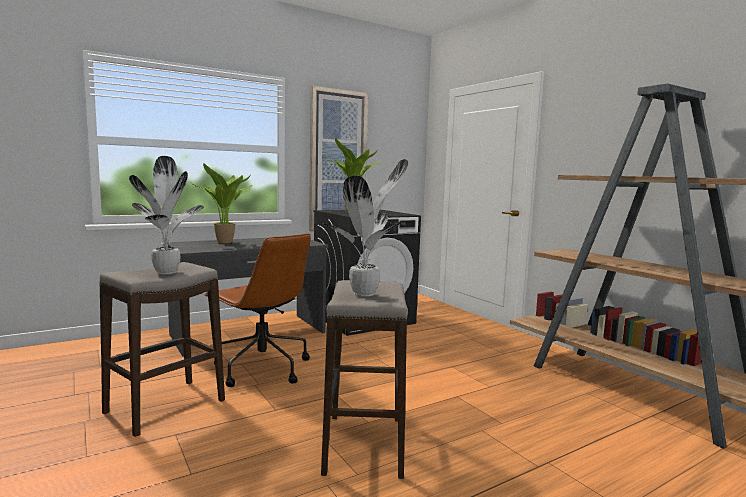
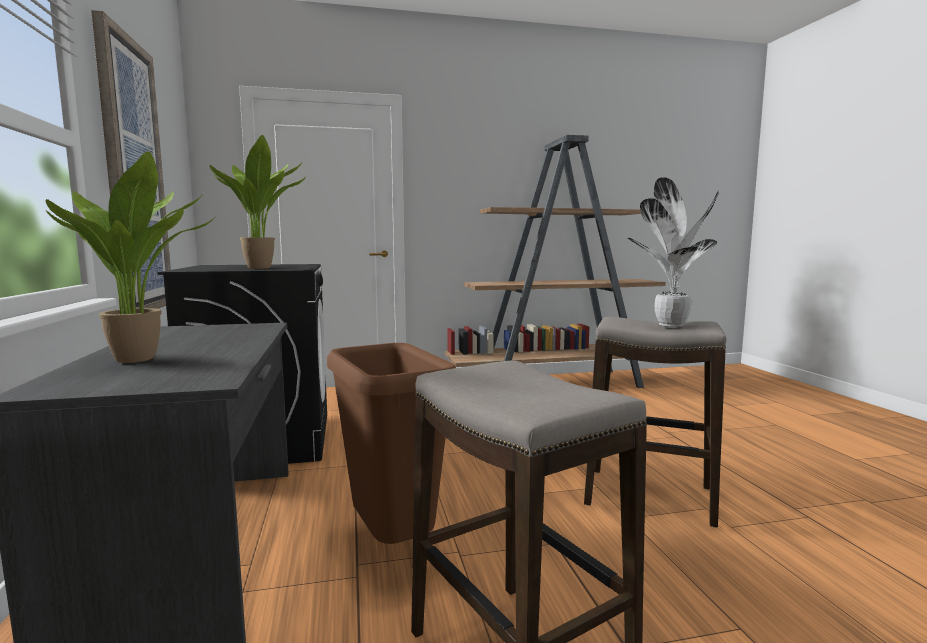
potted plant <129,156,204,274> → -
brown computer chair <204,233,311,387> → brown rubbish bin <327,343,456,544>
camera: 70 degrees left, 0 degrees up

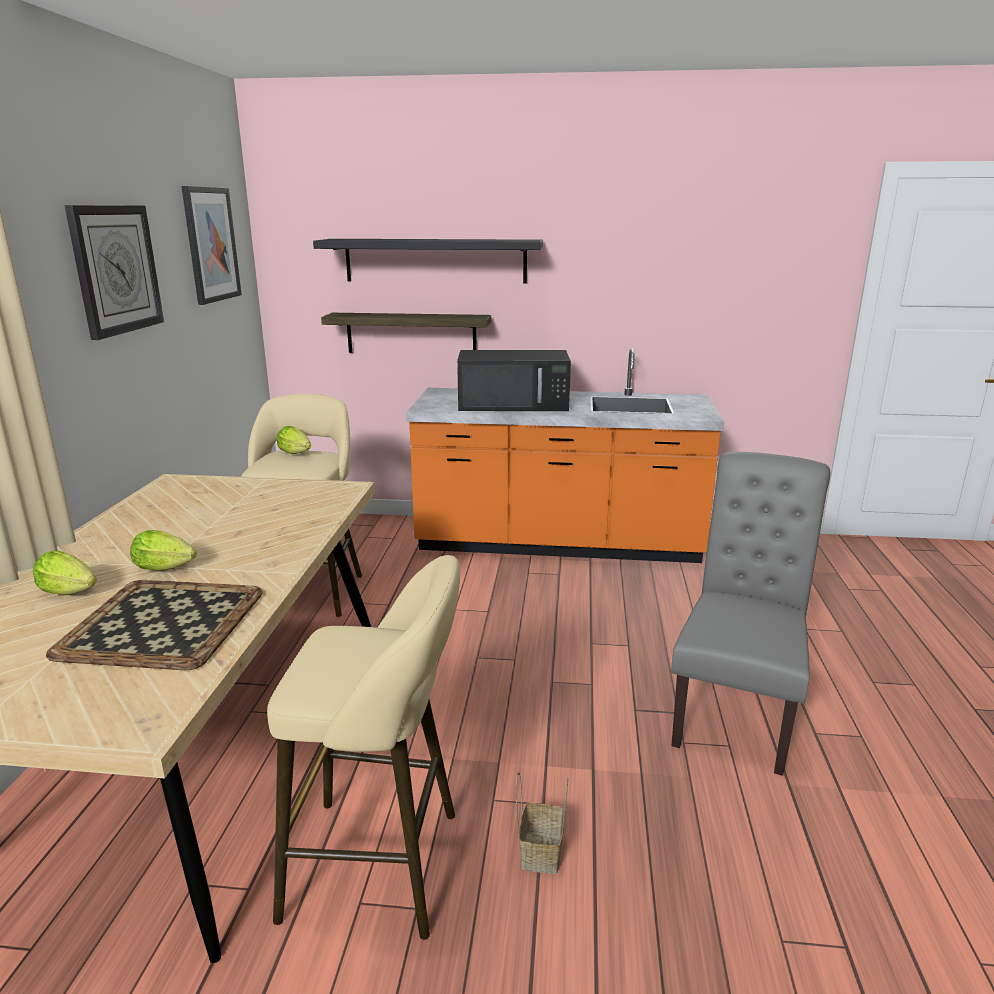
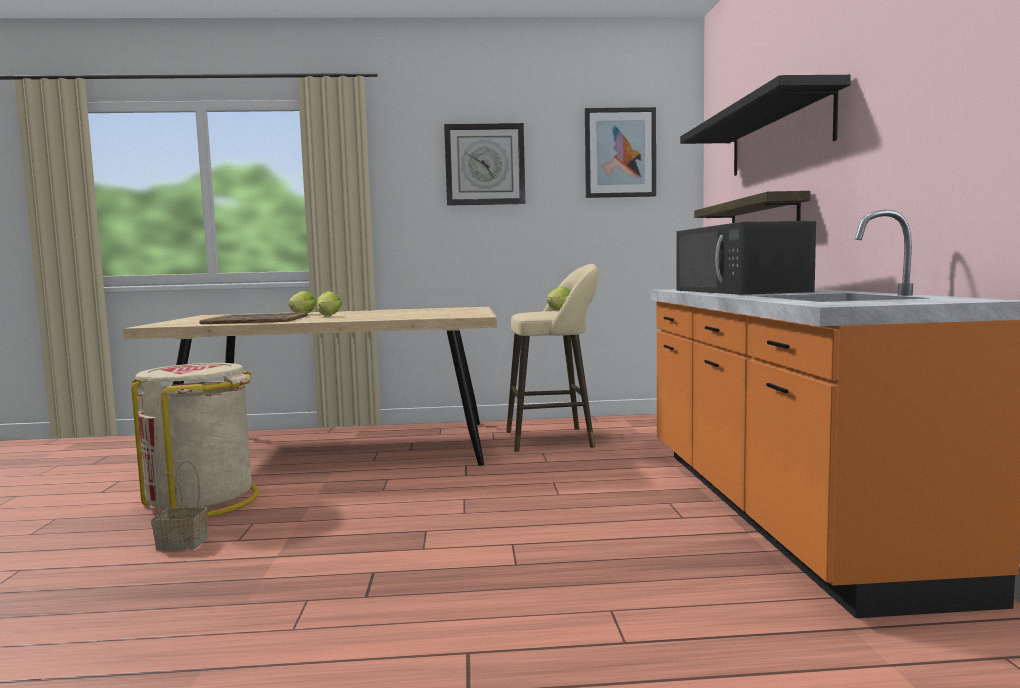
gray plain chair <671,452,830,776> → -
sand-coloured sitting stool <267,555,460,940> → sand-coloured rubbish bin <131,363,259,518>
camera: 80 degrees right, 15 degrees down

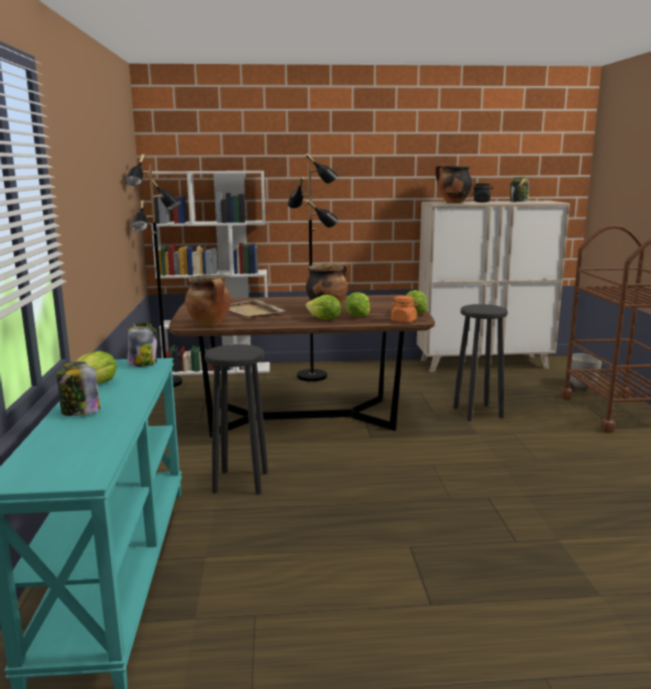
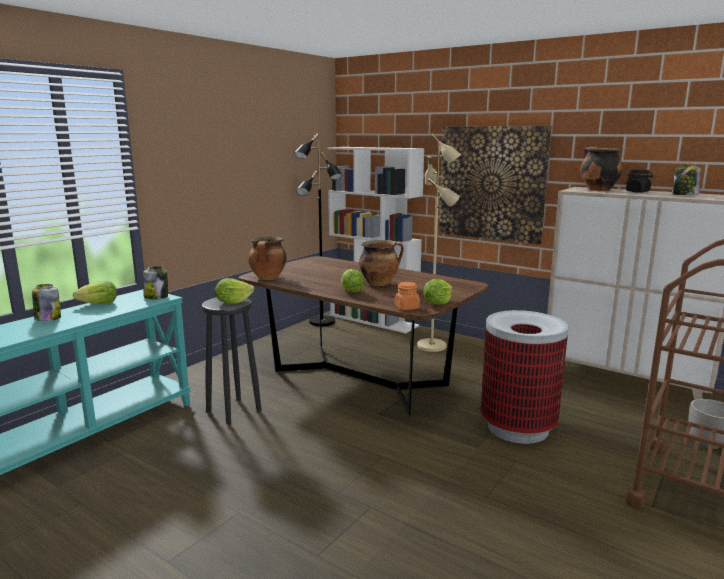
black-coloured standard lamp <287,153,339,382> → sand-coloured standard lamp <417,133,461,352>
lettuce <345,292,370,317> → lettuce <215,278,254,304>, move
sand-coloured tray <229,299,286,318> → -
black-coloured sitting stool <453,304,508,421> → rubbish bin <481,310,569,444>
- → wall art <439,126,552,245>
camera: 40 degrees right, 0 degrees up

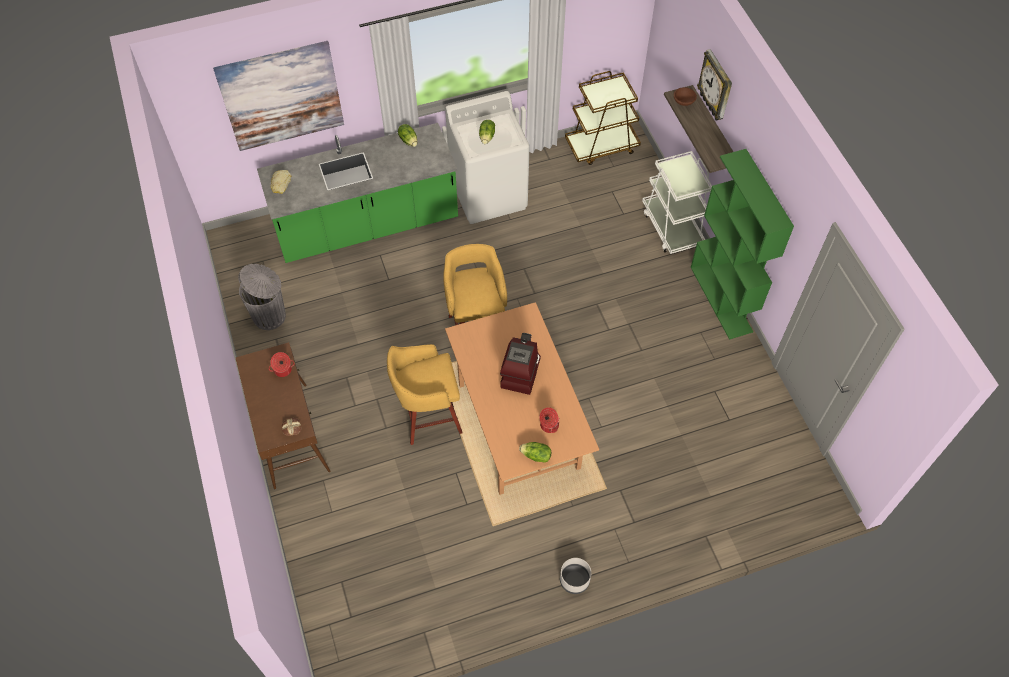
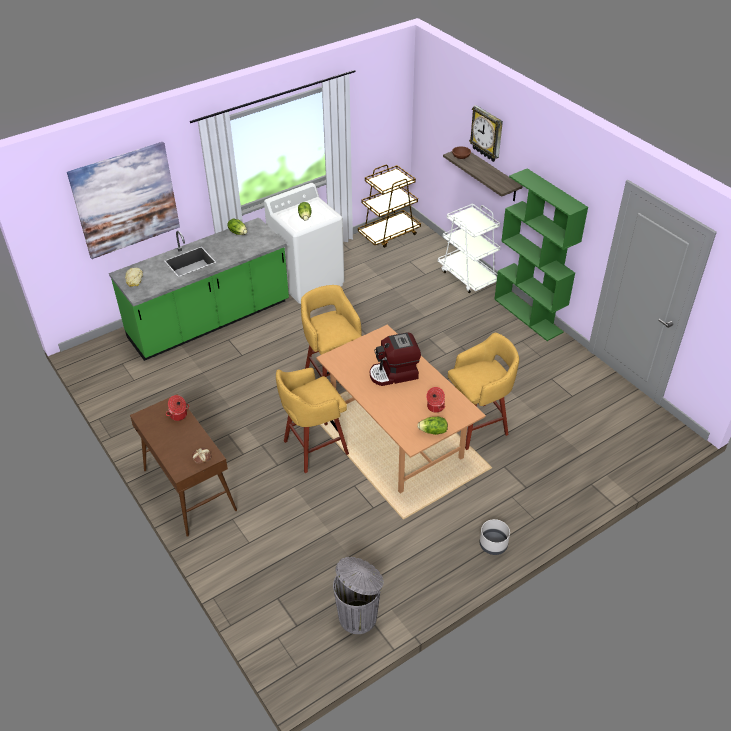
gray rubbish bin <238,264,286,330> → gray rubbish bin <333,557,384,634>, move
coffee machine <500,333,541,395> → coffee machine <370,332,421,386>, 105 degrees counterclockwise
- → yellow-coloured sitting stool <448,333,519,450>
camera: 15 degrees left, 15 degrees down

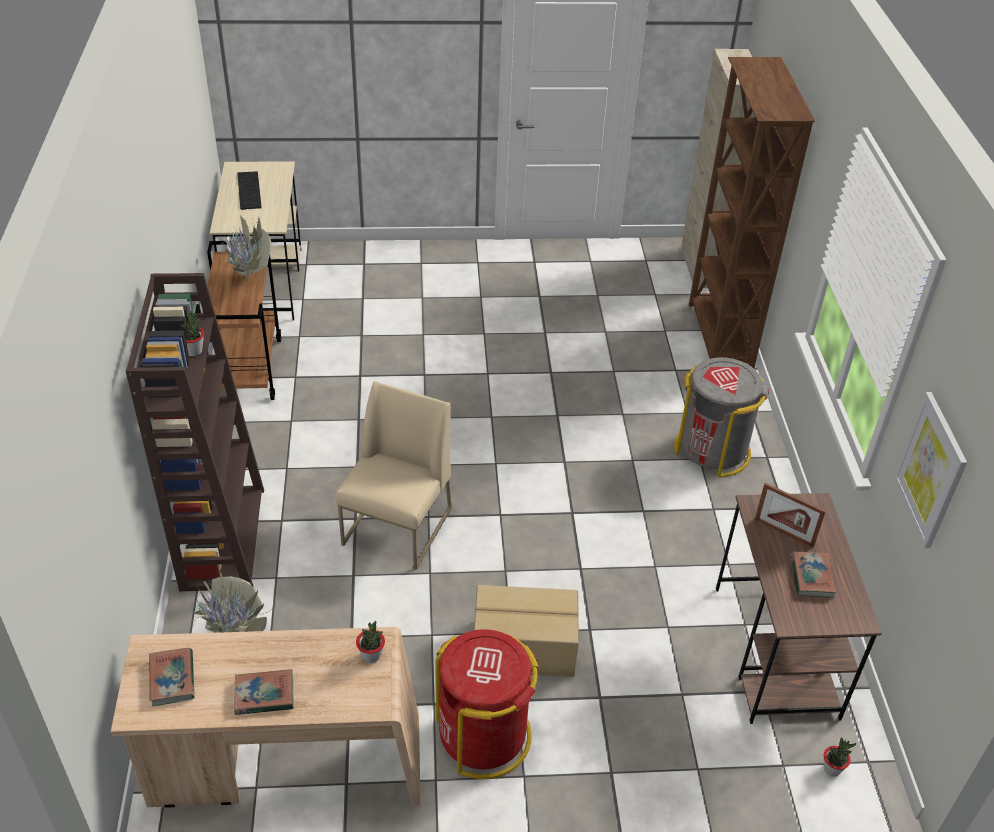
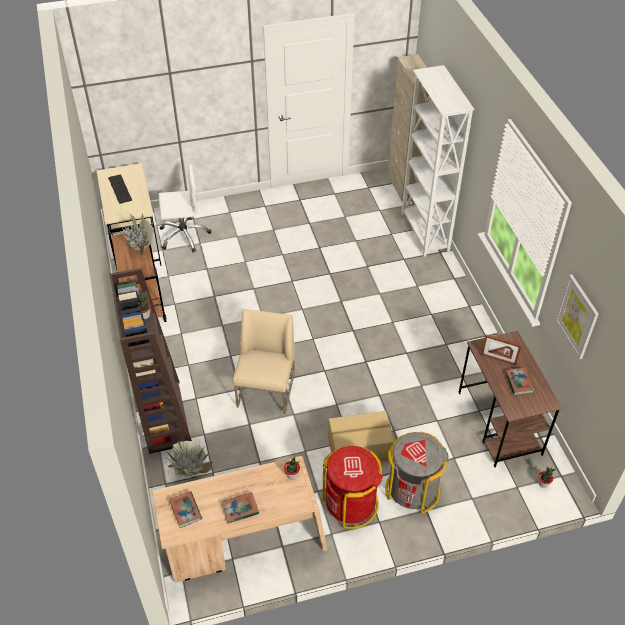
brown bookshelf <689,57,815,368> → whitish bookshelf <401,65,475,257>
gray rubbish bin <674,357,769,477> → gray rubbish bin <385,432,449,514>, move
- → whitish computer chair <159,164,211,253>
camera: 10 degrees left, 5 degrees up

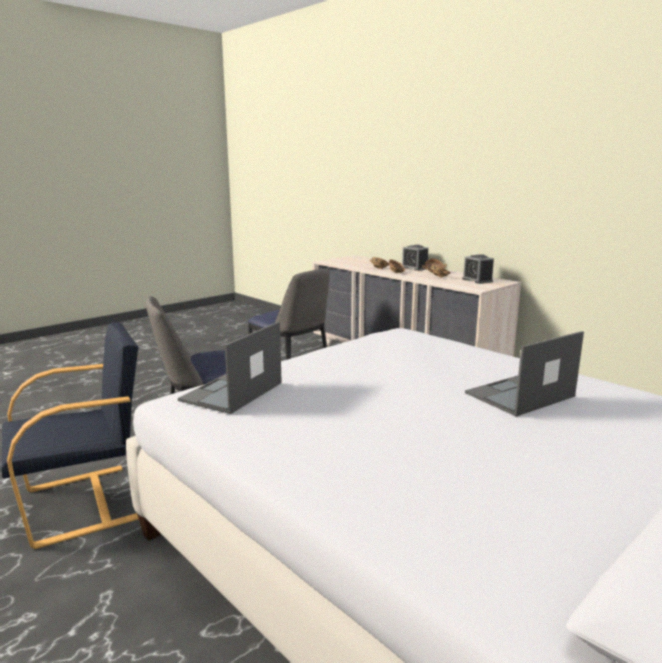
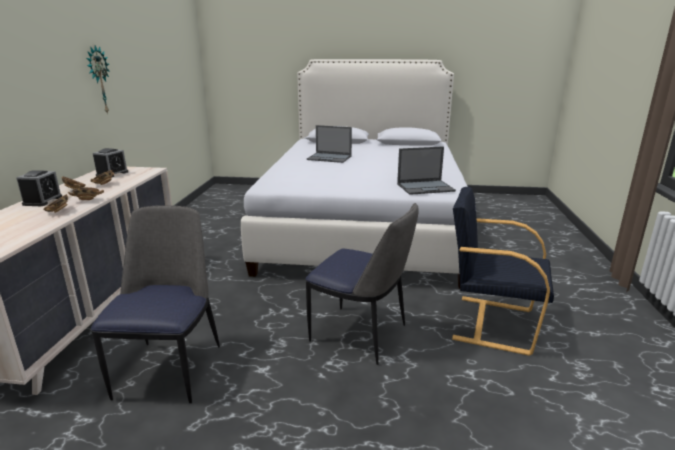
- → clock on the wall <87,45,109,114>
camera: 130 degrees left, 5 degrees up

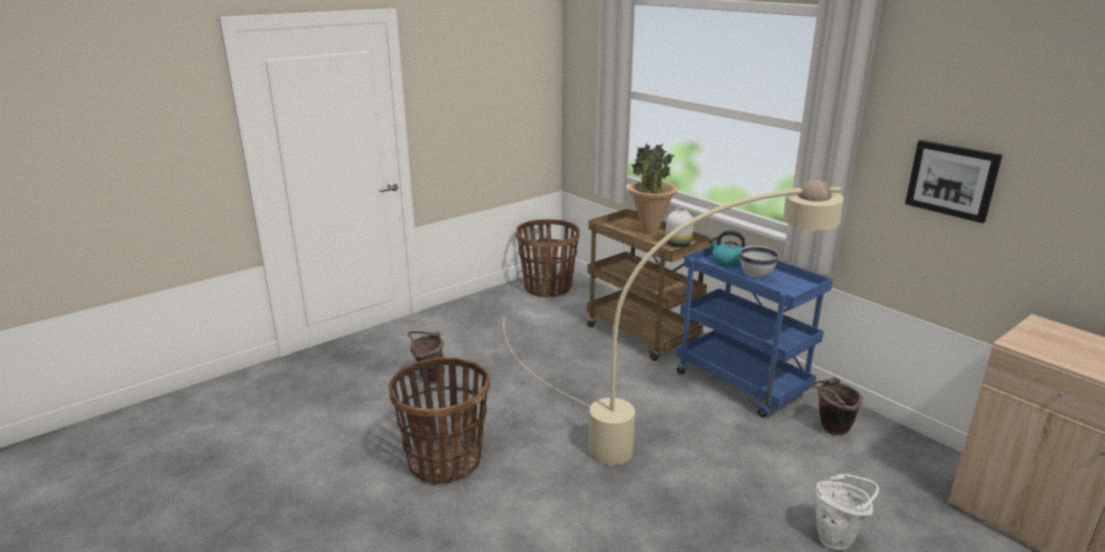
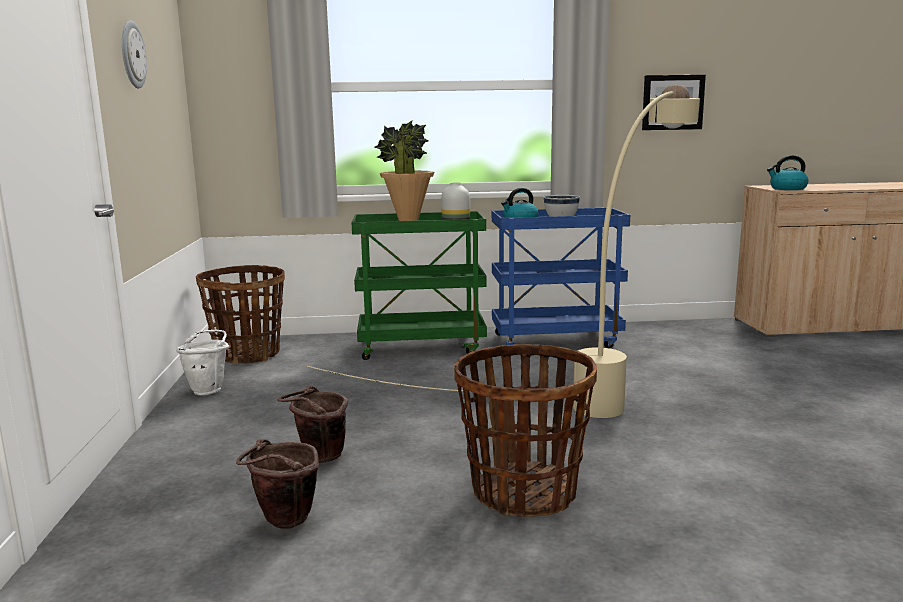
brown trolley <587,209,711,361> → green trolley <352,211,487,360>
brown pail <811,377,863,435> → brown pail <236,439,319,529>, move
whitish pail <816,474,879,550> → whitish pail <176,330,229,395>, move
- → clock on the wall <122,20,147,88>
- → water kettle <767,155,809,190>
camera: 55 degrees left, 10 degrees down

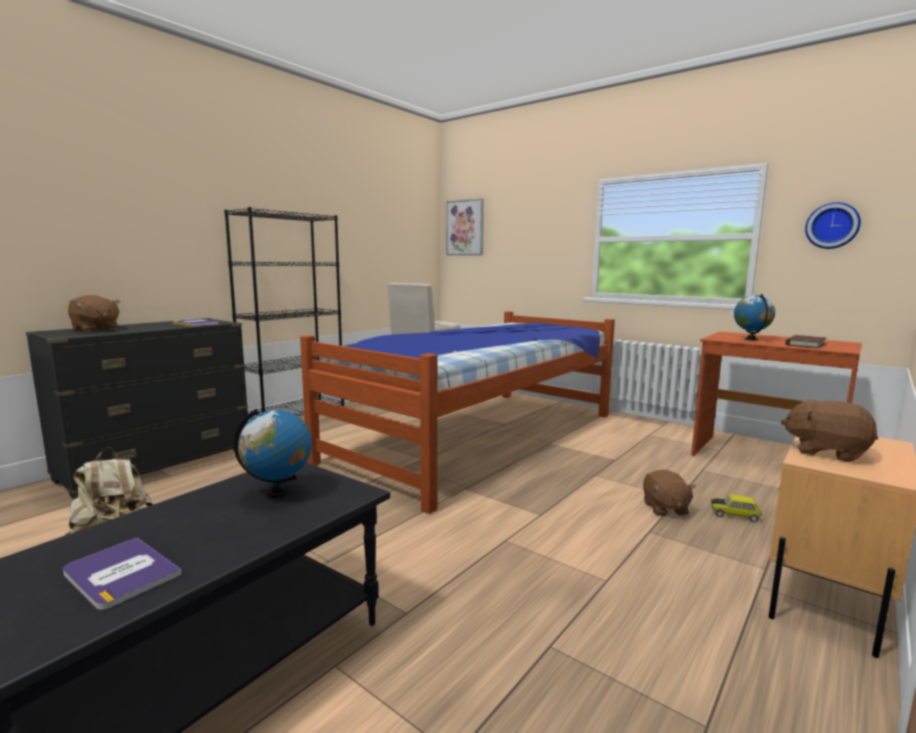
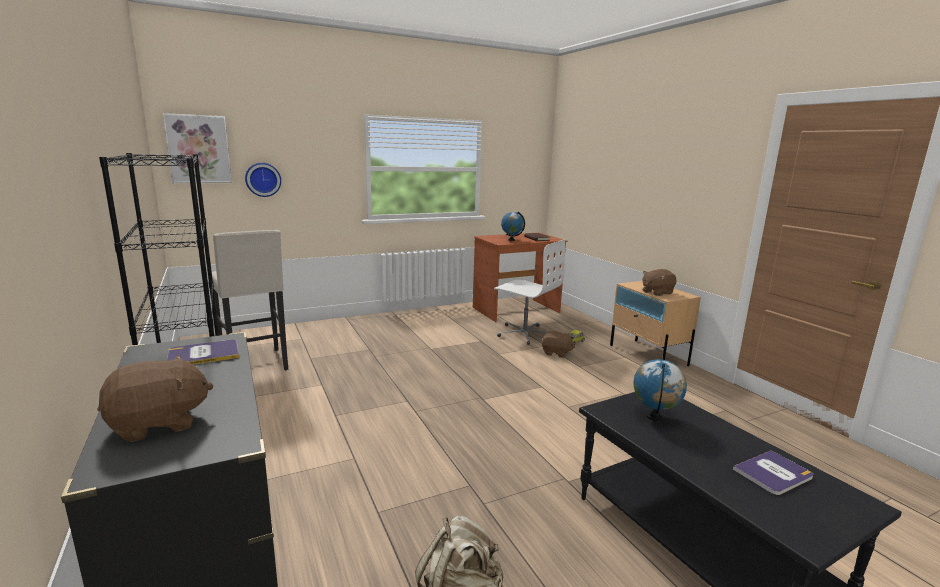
clock on the wall <805,202,861,249> → clock on the wall <245,163,281,197>, move
bedroom bed <300,311,615,514> → -
- → whitish computer chair <494,240,565,345>
camera: 65 degrees left, 5 degrees up

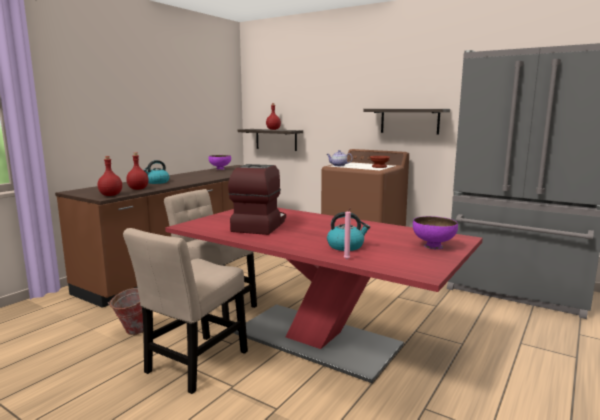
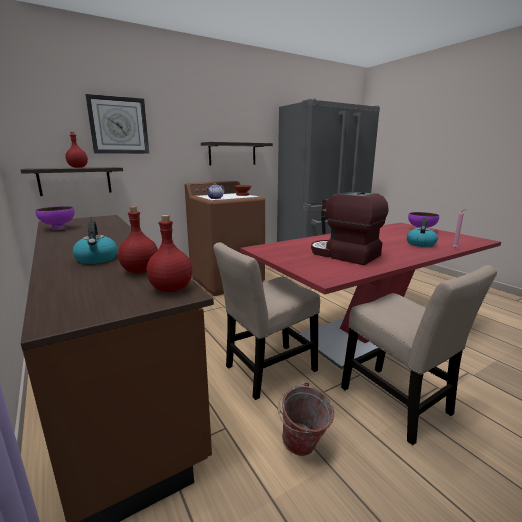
- → clock on the wall <85,94,149,154>
camera: 65 degrees left, 5 degrees up

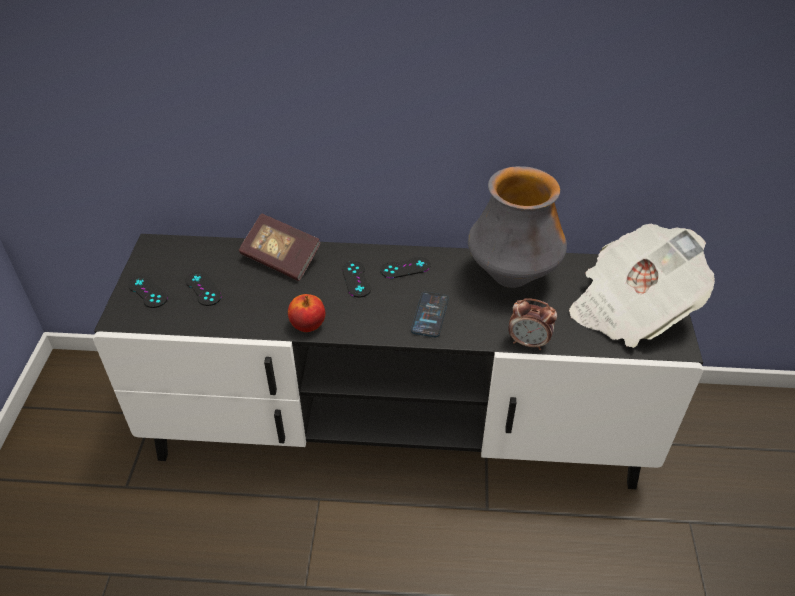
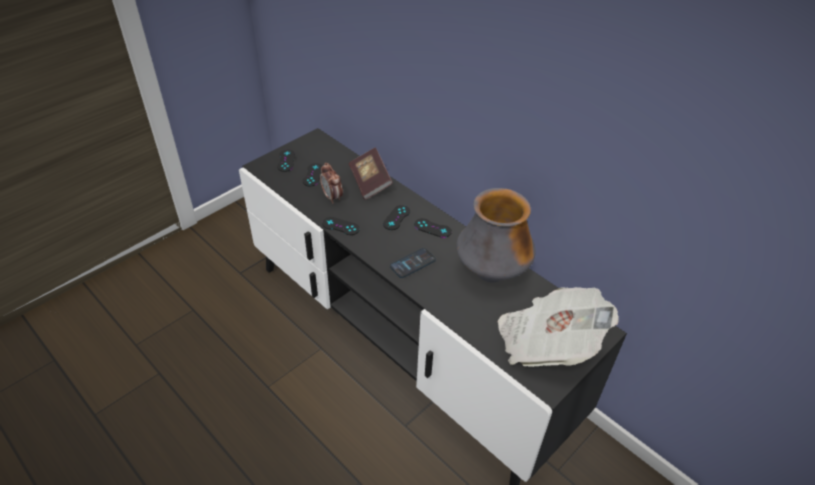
apple fruit <288,294,325,332> → black-coloured game controller <322,217,360,235>
alarm clock <508,298,557,350> → alarm clock <320,163,343,204>, move
camera: 40 degrees right, 0 degrees up

